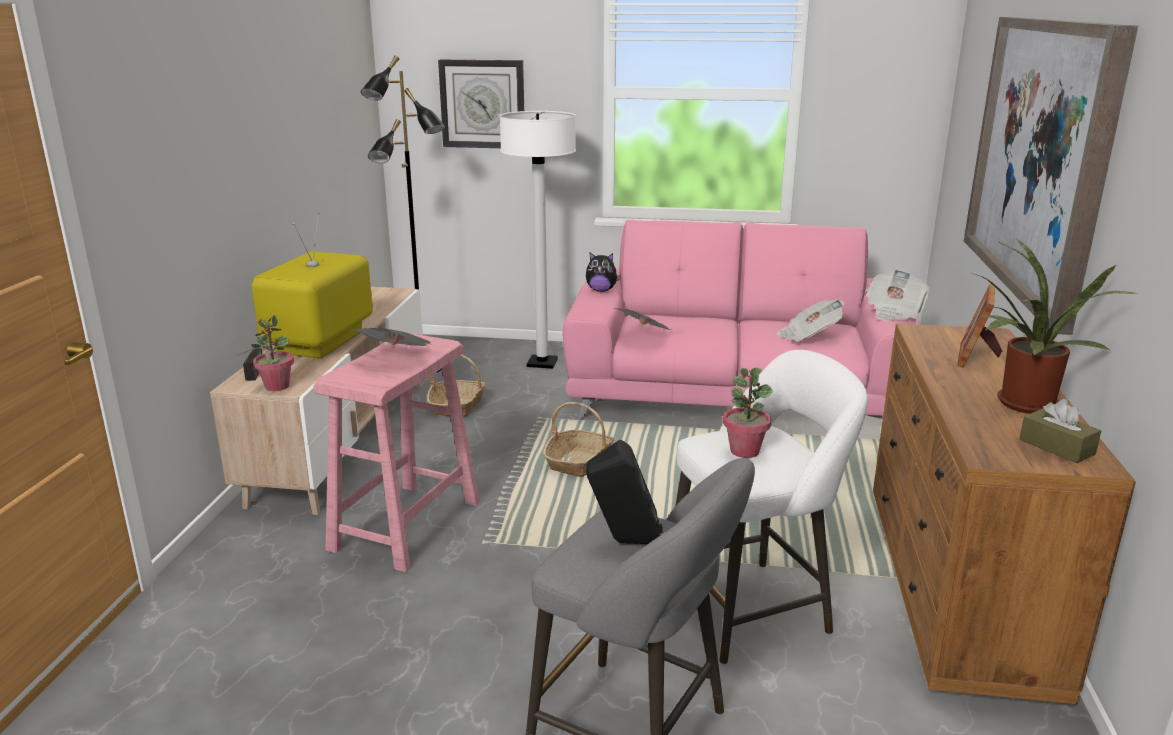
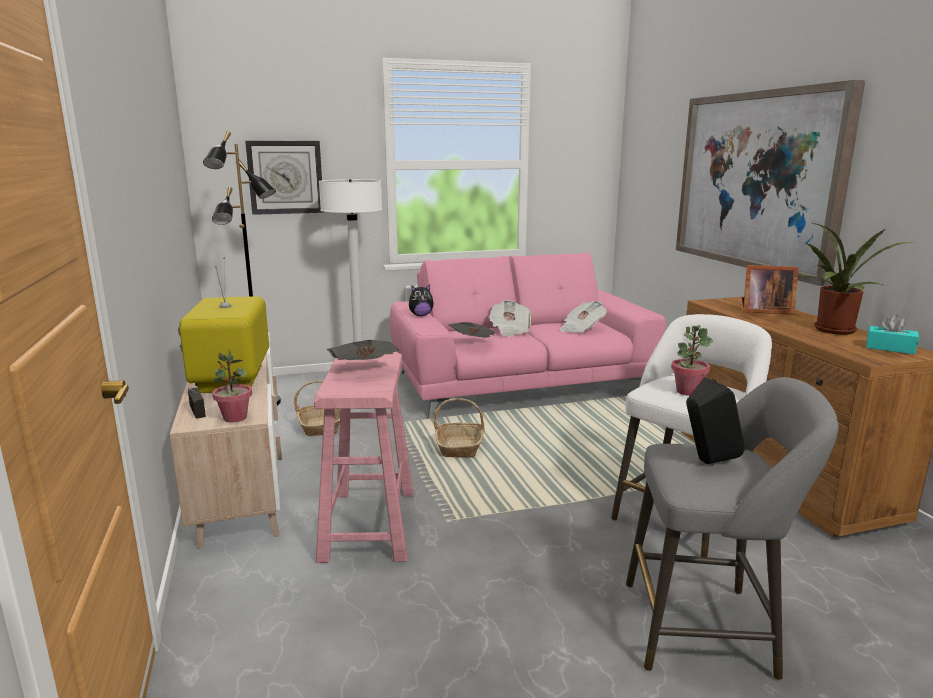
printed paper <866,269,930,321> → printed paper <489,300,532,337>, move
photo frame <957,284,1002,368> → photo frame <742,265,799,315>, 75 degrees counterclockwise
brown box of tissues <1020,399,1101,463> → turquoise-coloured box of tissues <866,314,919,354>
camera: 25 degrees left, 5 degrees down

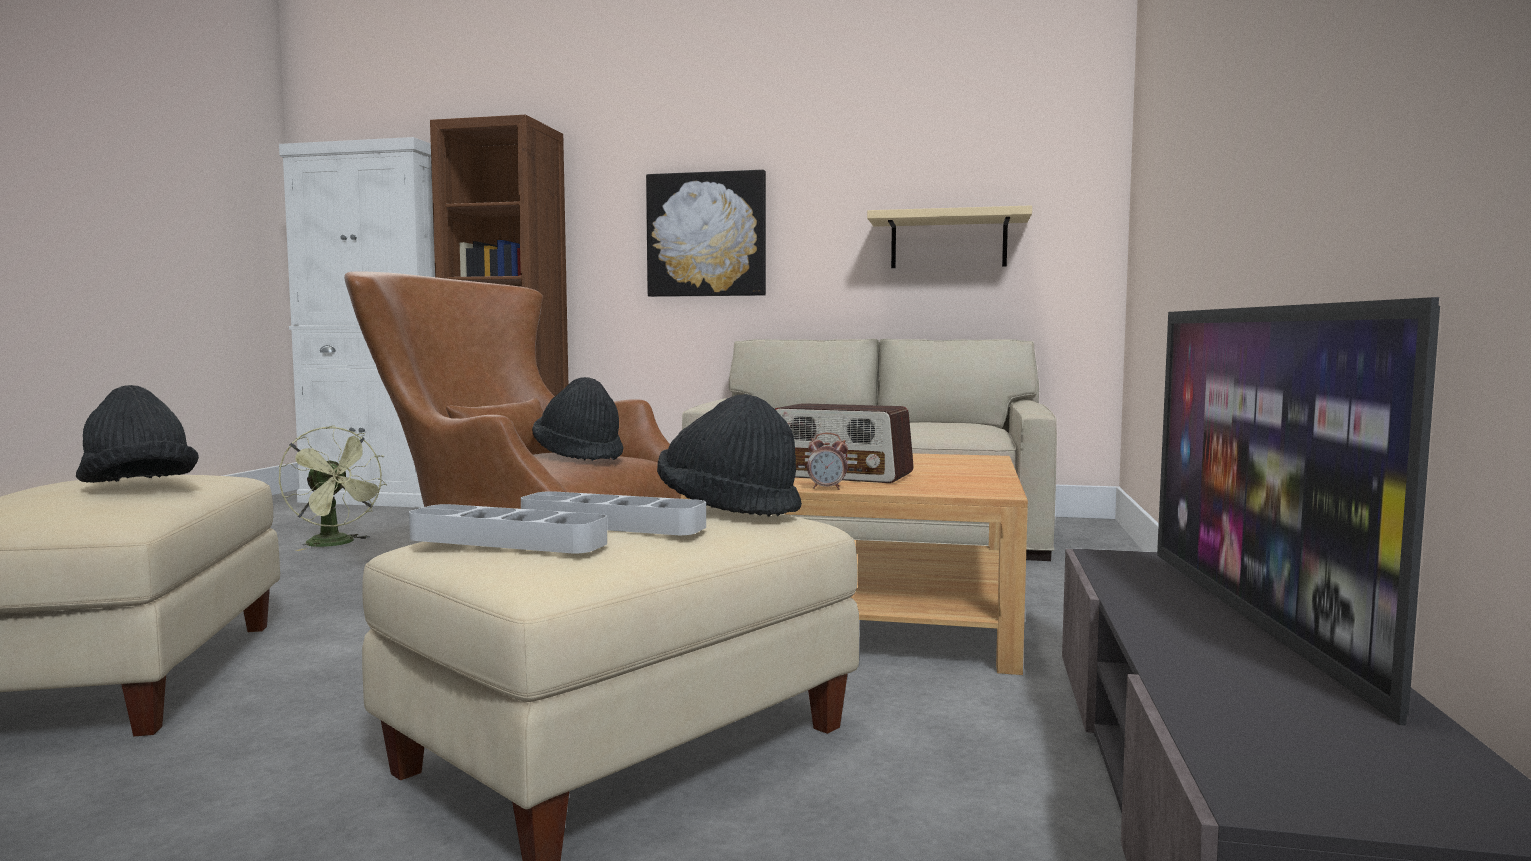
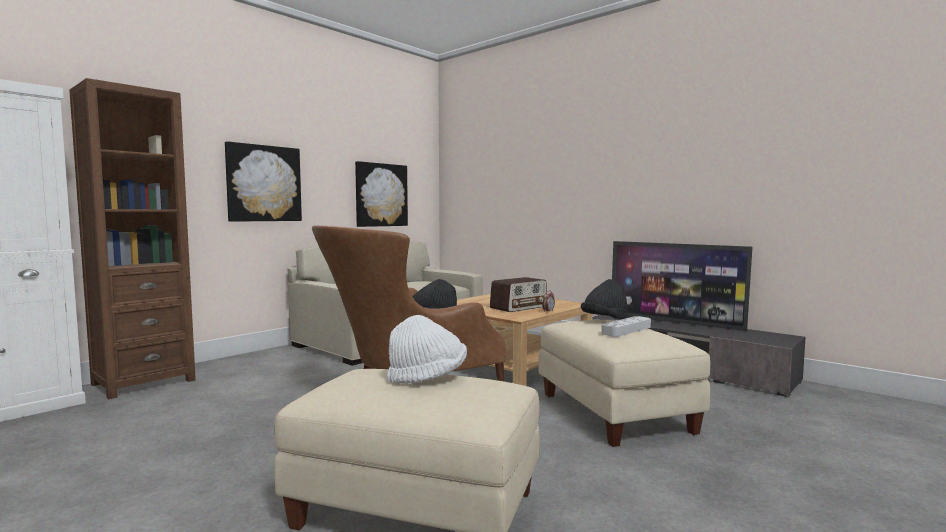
sand-coloured shelf <867,205,1032,268> → wall art <355,161,408,227>
black-coloured wearable hat <76,385,199,483> → whitish wearable hat <386,315,467,384>
green fan <279,425,387,551> → -
gray tray <409,504,607,554> → -
camera: 60 degrees left, 0 degrees up

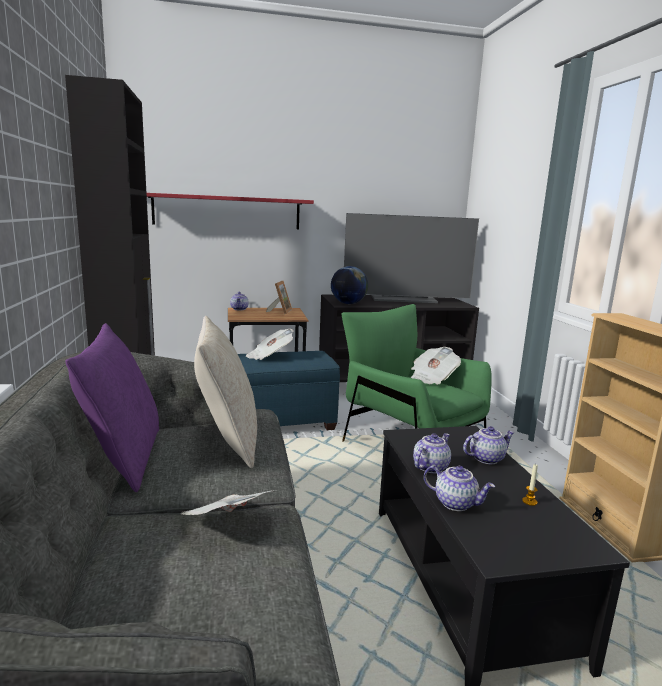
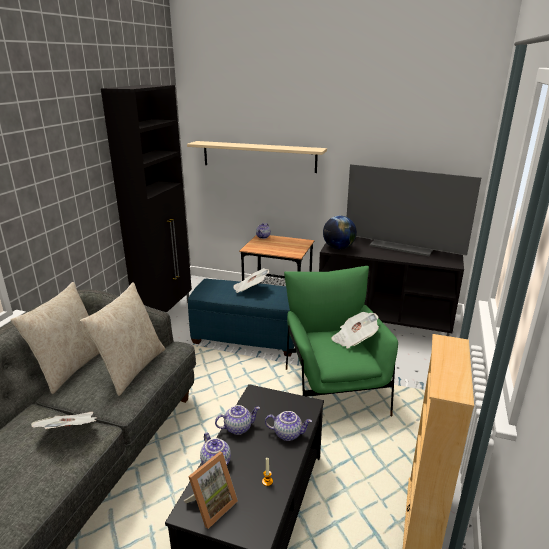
red shelf <147,193,314,229> → sand-coloured shelf <187,141,327,173>
photo frame <266,281,293,314> → photo frame <184,452,238,529>, move
purple cushion <65,323,159,492> → sand-coloured cushion <10,282,99,394>
camera: 30 degrees right, 10 degrees up

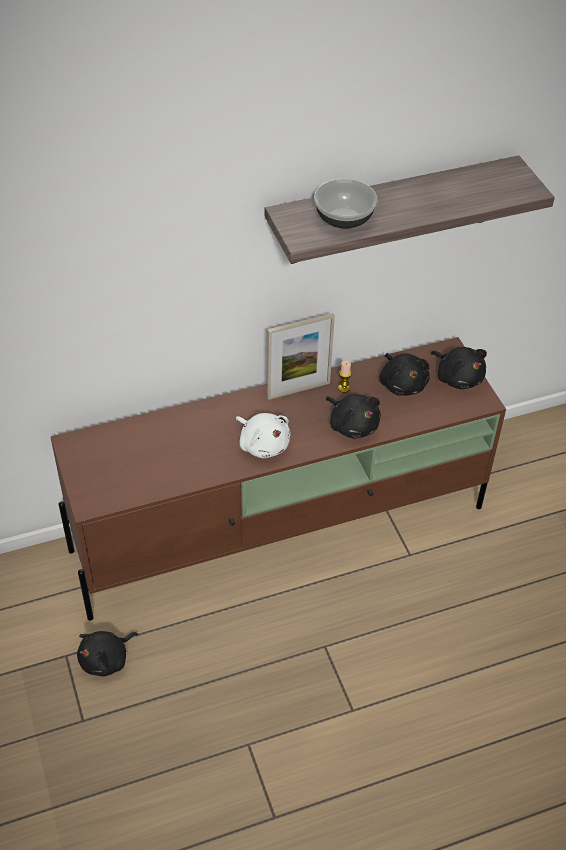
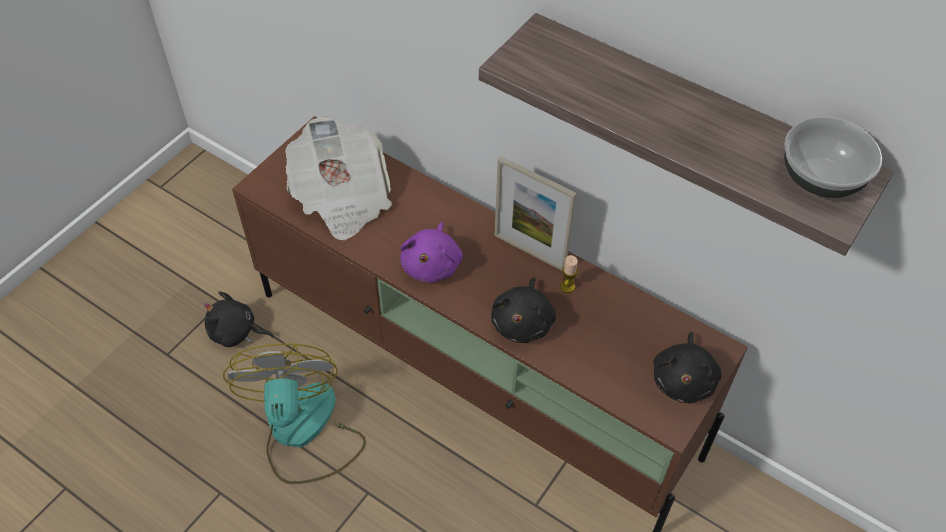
deep dish <314,179,377,229> → deep dish <784,117,882,198>, move
black-coloured soft toy <379,353,430,396> → -
whitish soft toy <236,413,291,459> → purple soft toy <400,222,463,283>
- → printed paper <285,116,392,240>
- → fan <223,344,366,484>
camera: 55 degrees right, 5 degrees up

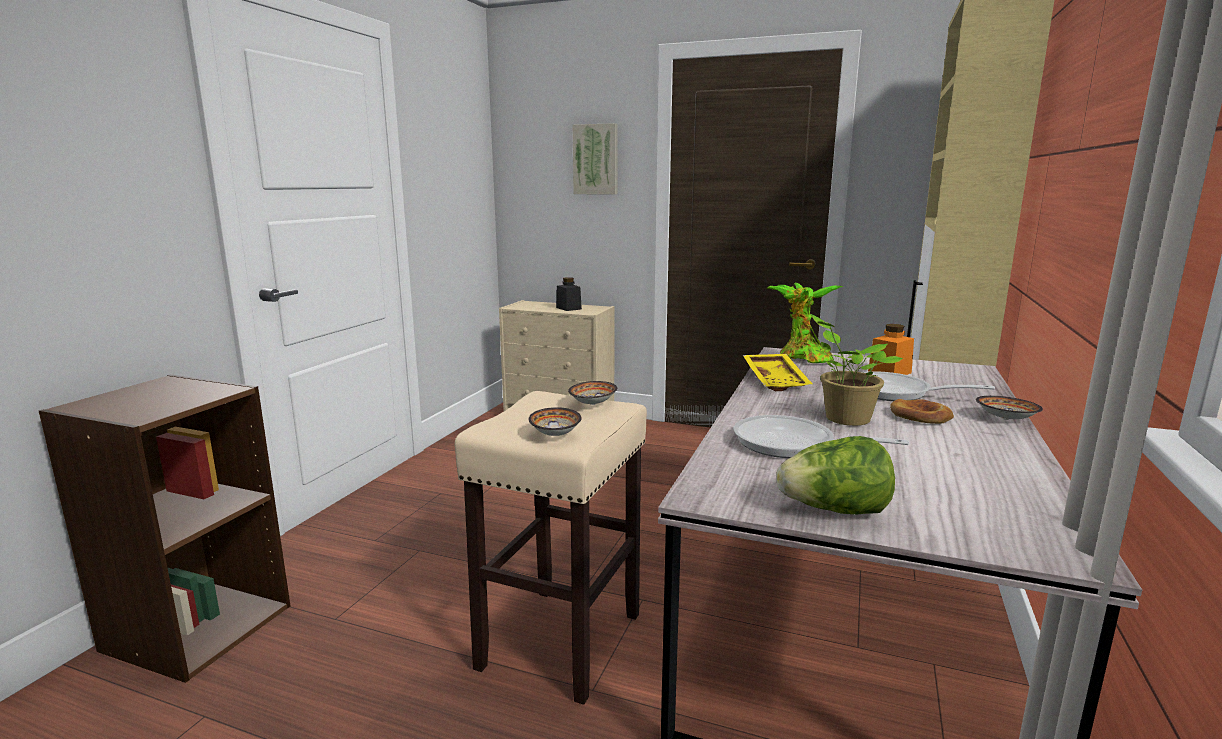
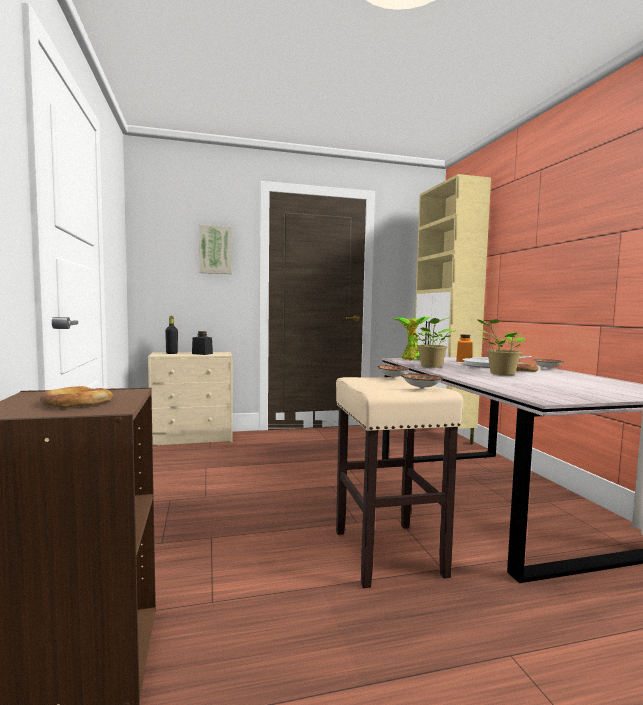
yellow-coloured tray <743,354,813,391> → potted plant <413,318,453,368>
skillet <734,415,909,458> → -
lettuce <776,436,895,514> → -
- → black-coloured beverage bottle <165,316,178,354>
- → bread <40,386,113,408>
camera: 35 degrees left, 10 degrees down

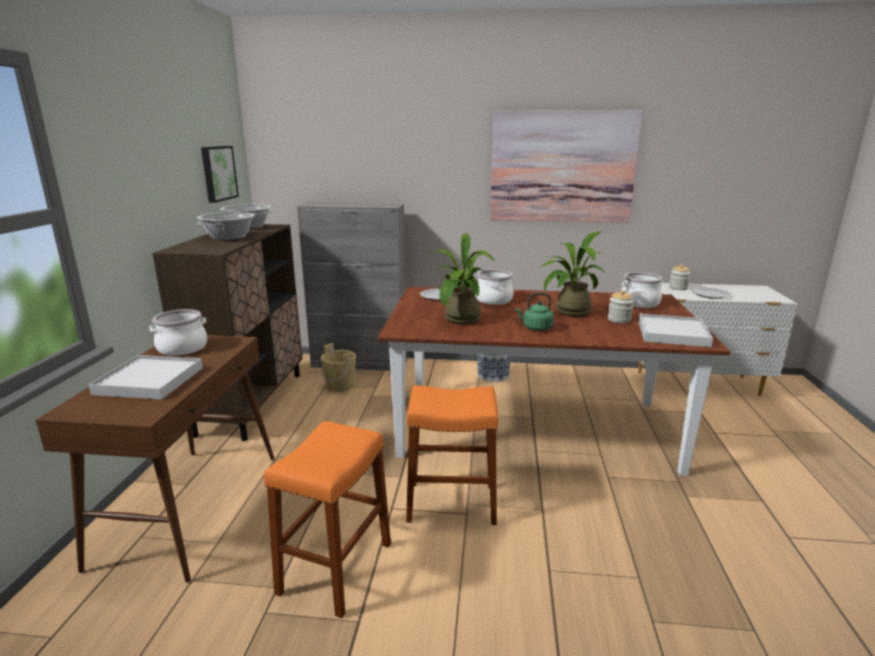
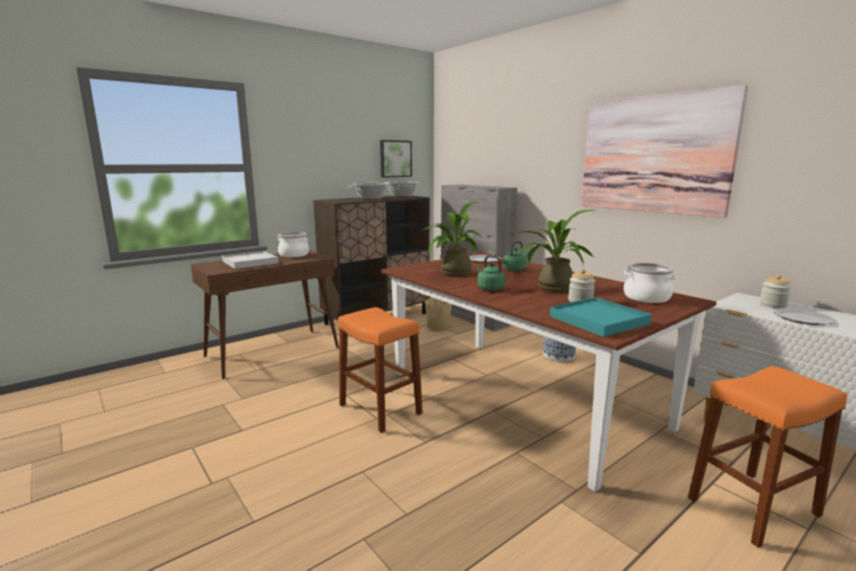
saucepot <475,269,514,305> → green water kettle <503,241,529,271>
whitish tray <639,314,713,347> → turquoise-coloured tray <550,297,652,337>
orange-coloured sitting stool <264,421,391,618> → orange-coloured sitting stool <688,366,847,548>, move
camera: 45 degrees right, 5 degrees down

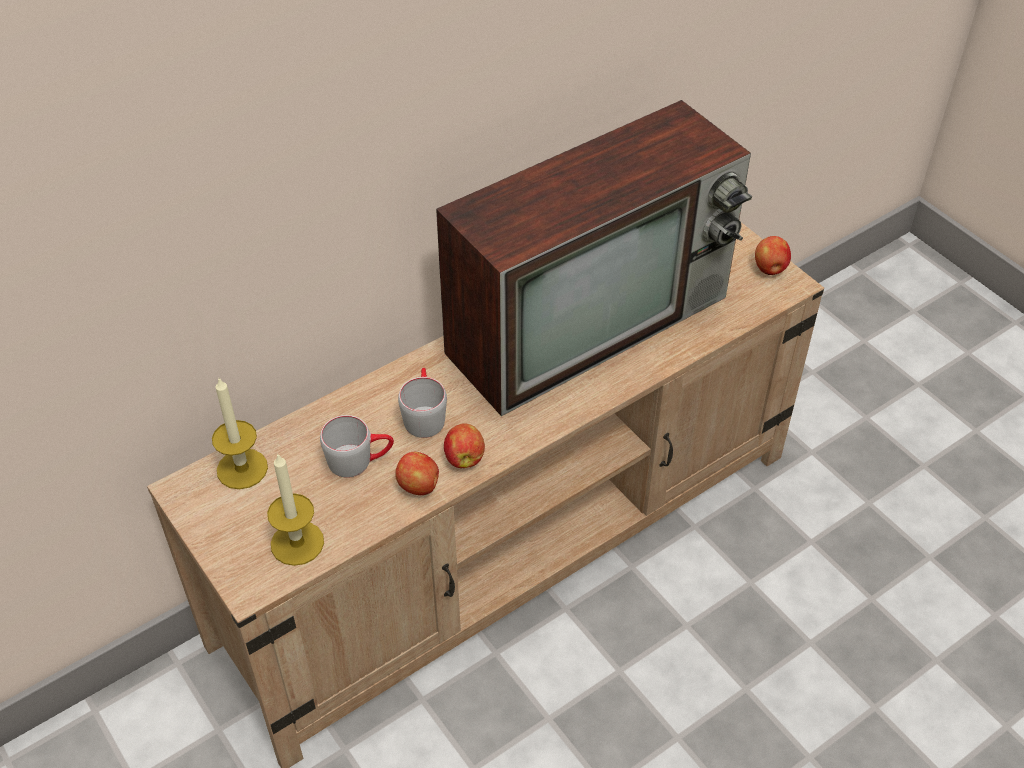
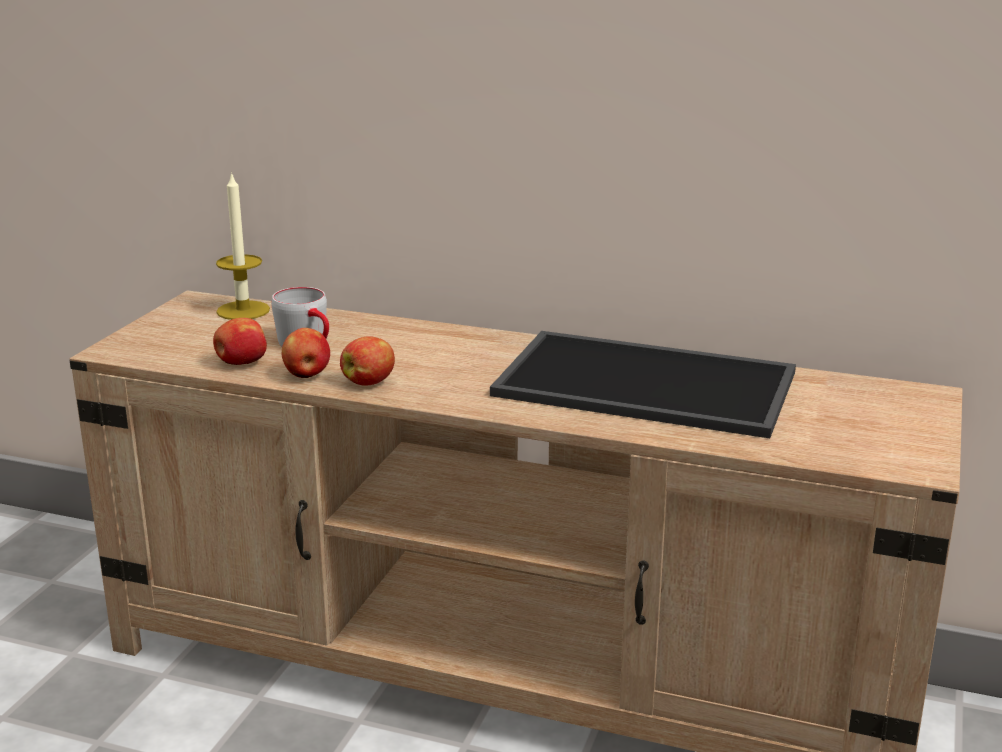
TV <436,100,752,416> → tray <490,331,796,438>
apple fruit <755,236,791,275> → apple fruit <213,318,267,365>, move
gray tea mug <398,368,447,438> → -
candle <267,453,324,566> → -
camera: 55 degrees right, 25 degrees down

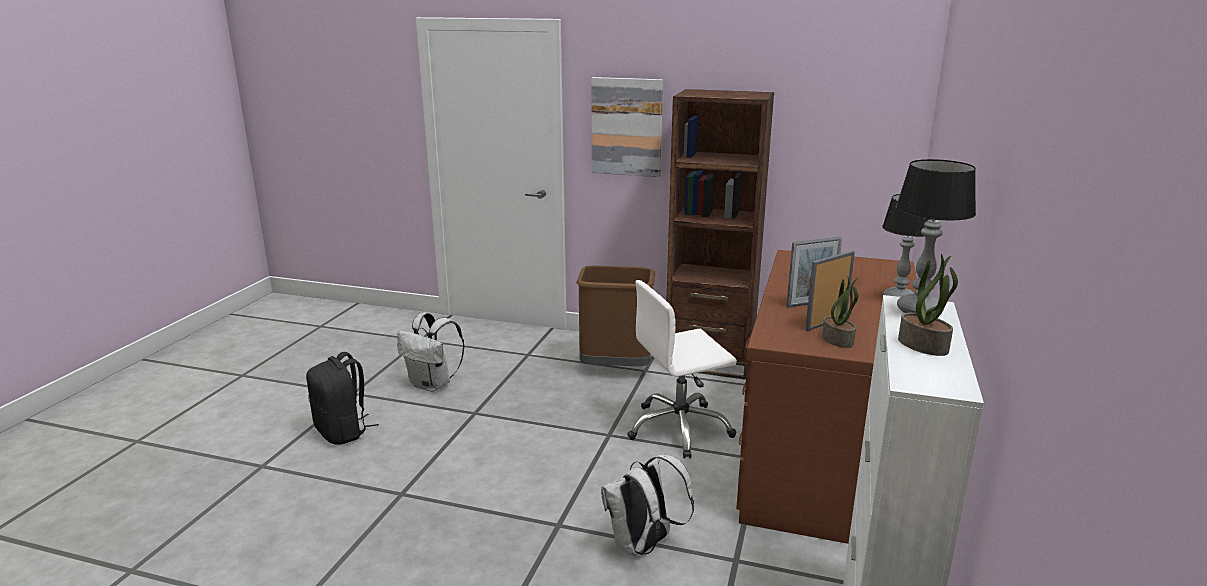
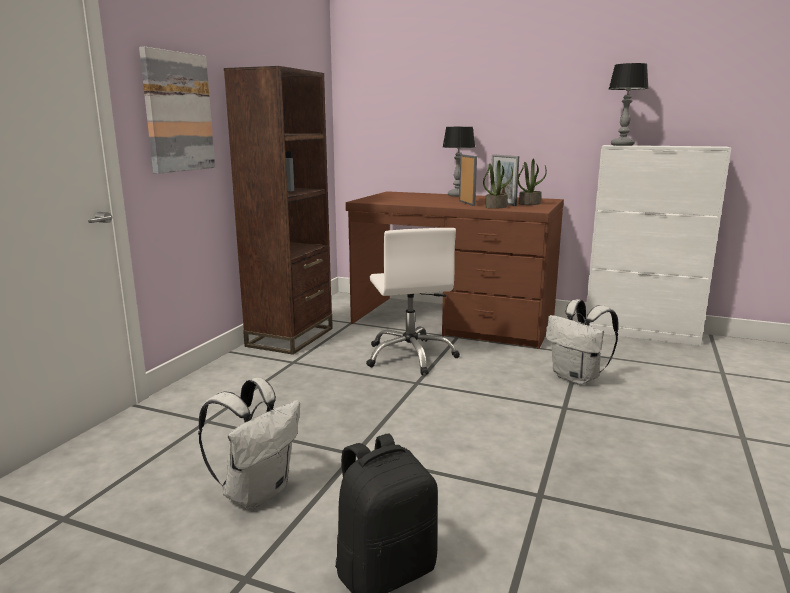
potted plant <898,254,958,356> → potted plant <483,160,513,209>, move
brown rubbish bin <576,266,655,366> → -
camera: 85 degrees left, 5 degrees down

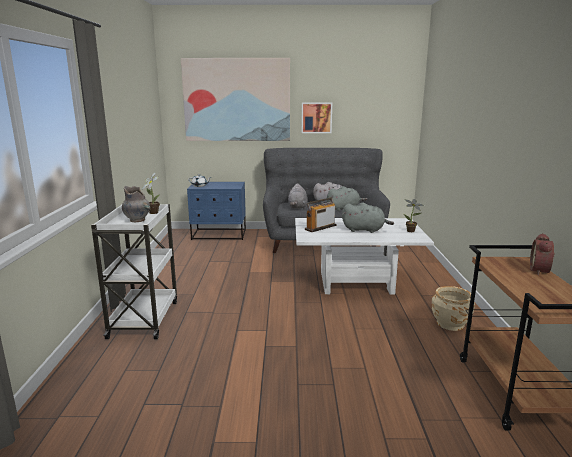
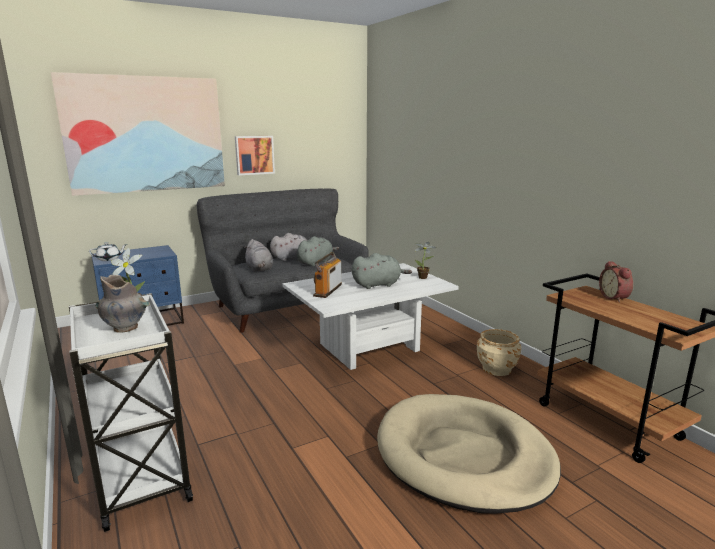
- → sand-coloured dog bed <377,394,561,514>
camera: 30 degrees left, 0 degrees up

